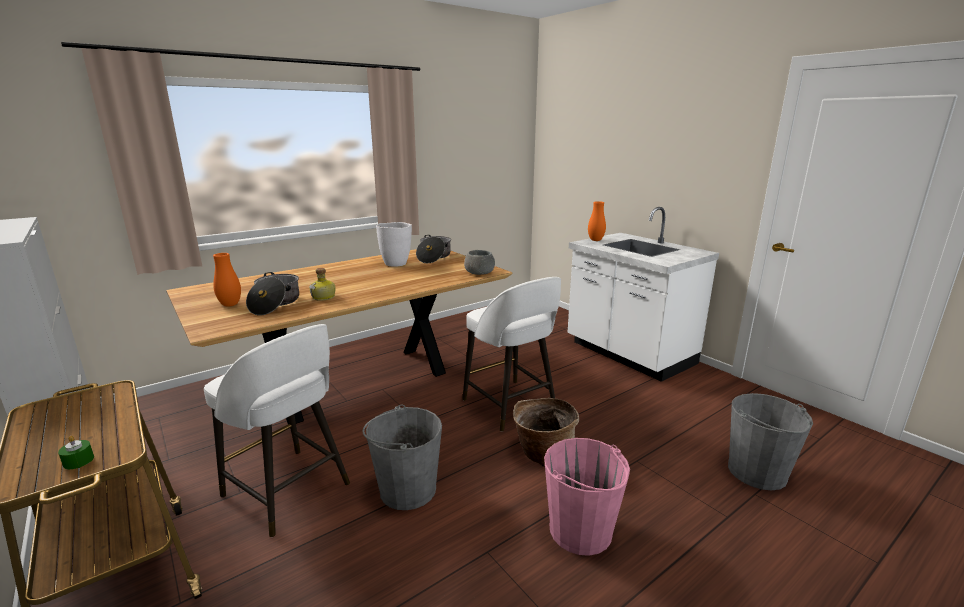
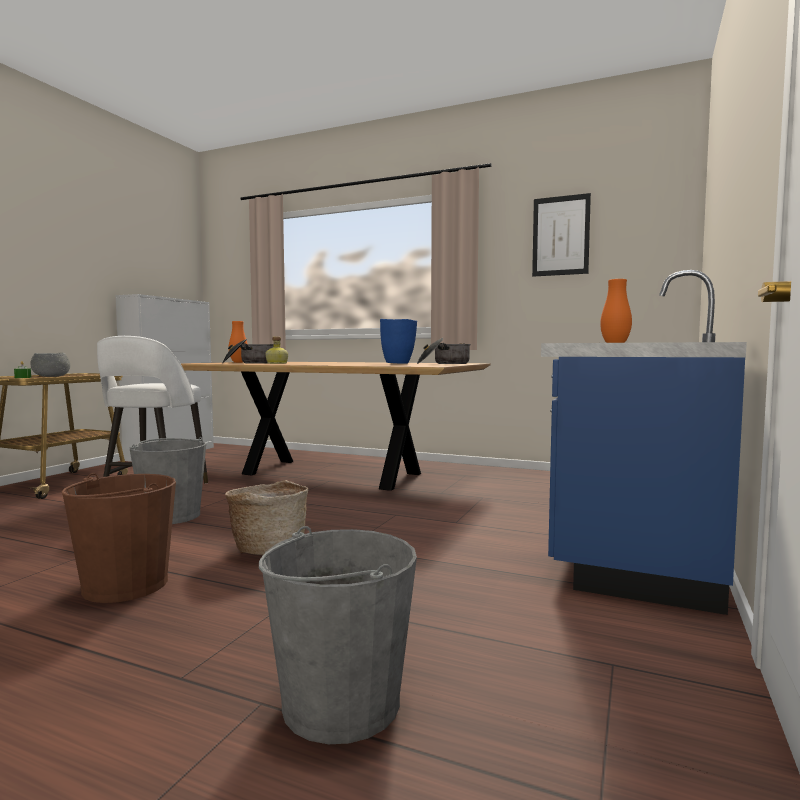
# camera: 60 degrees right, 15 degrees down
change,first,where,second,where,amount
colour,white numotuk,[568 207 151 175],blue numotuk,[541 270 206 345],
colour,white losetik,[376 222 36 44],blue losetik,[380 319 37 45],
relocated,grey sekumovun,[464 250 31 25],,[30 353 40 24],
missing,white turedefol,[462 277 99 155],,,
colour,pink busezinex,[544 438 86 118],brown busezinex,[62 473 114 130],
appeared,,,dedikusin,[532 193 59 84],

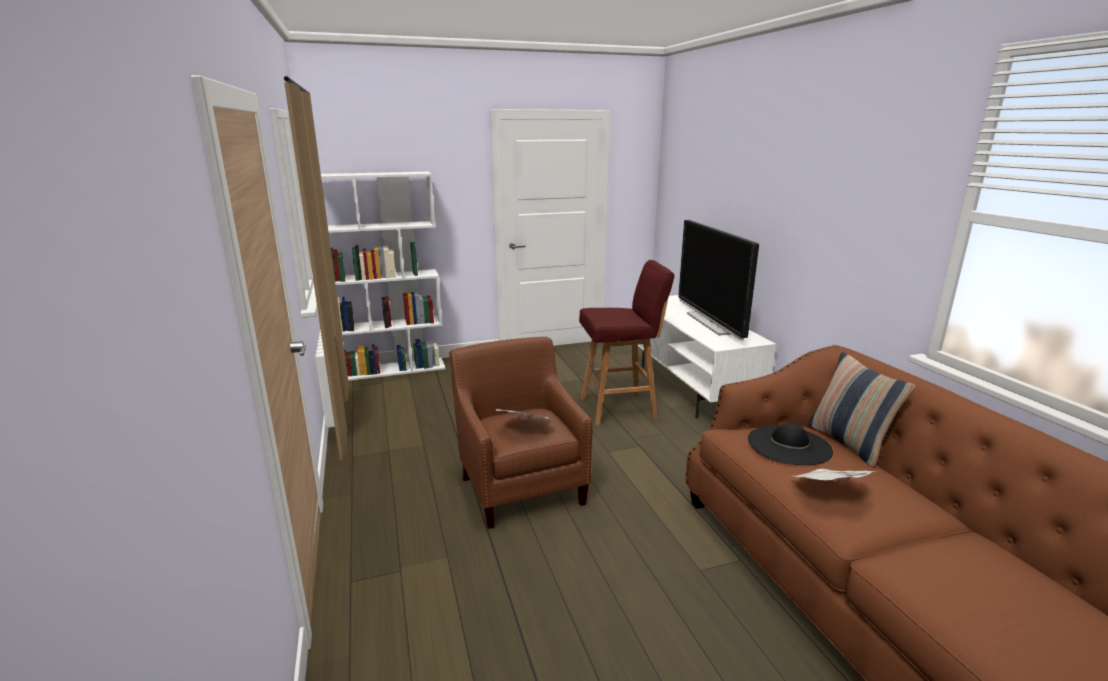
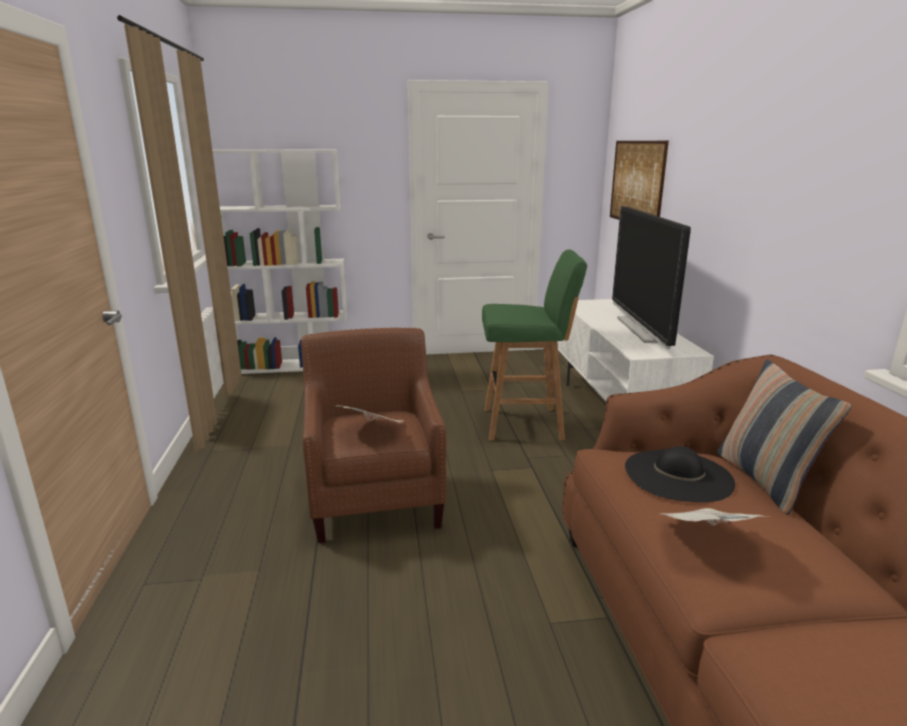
# camera: 10 degrees right, 0 degrees up
change,first,where,second,where,amount
colour,red turedefol,[579 260 96 166],green turedefol,[482 249 105 191],
appeared,,,dedikusin,[610 141 59 79],

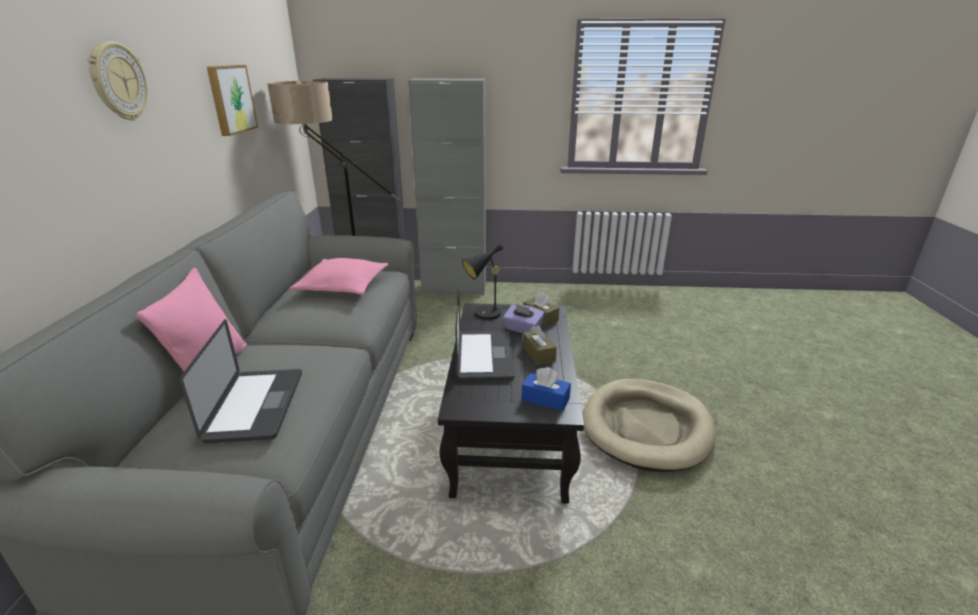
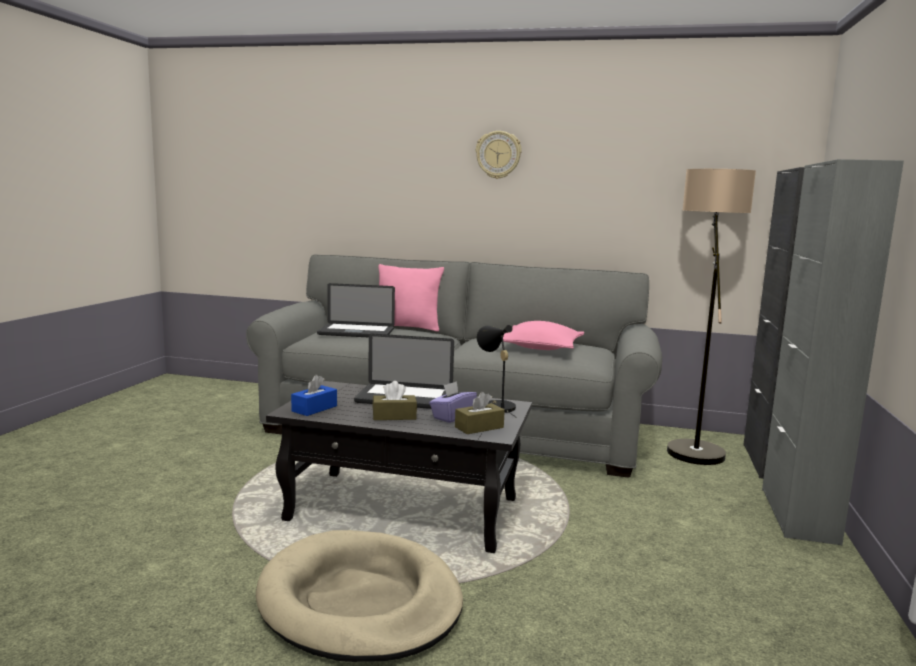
# camera: 100 degrees right, 15 degrees down
change,first,where,second,where,amount
missing,dedikusin,[207 65 51 71],,,

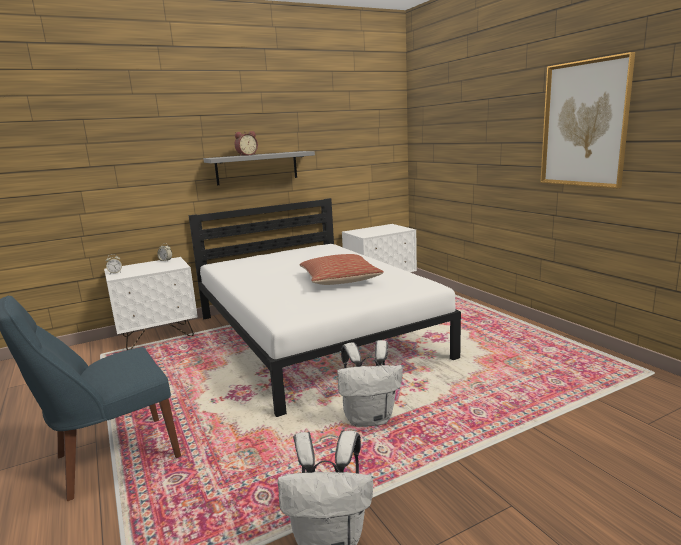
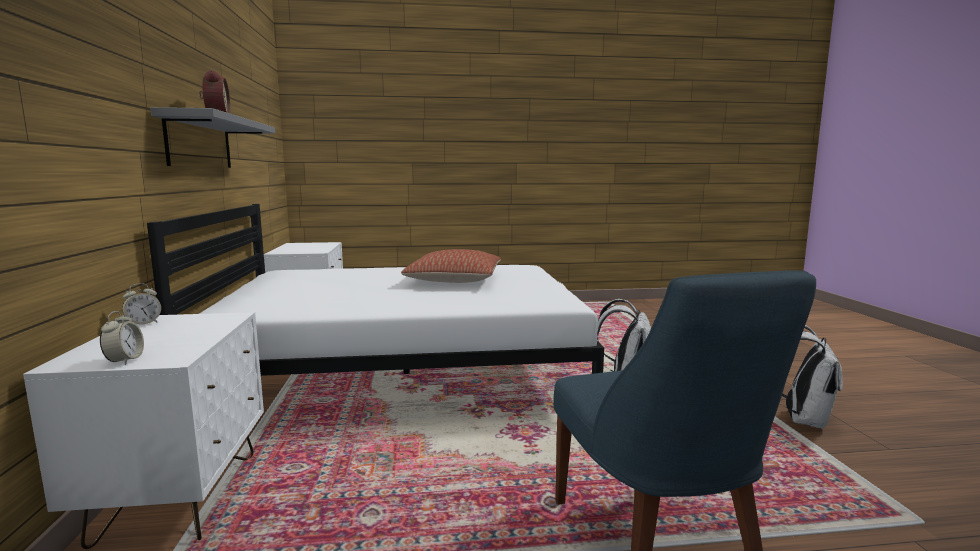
# camera: 70 degrees left, 5 degrees down
change,first,where,second,where,amount
missing,dedikusin,[540 52 95 136],,,

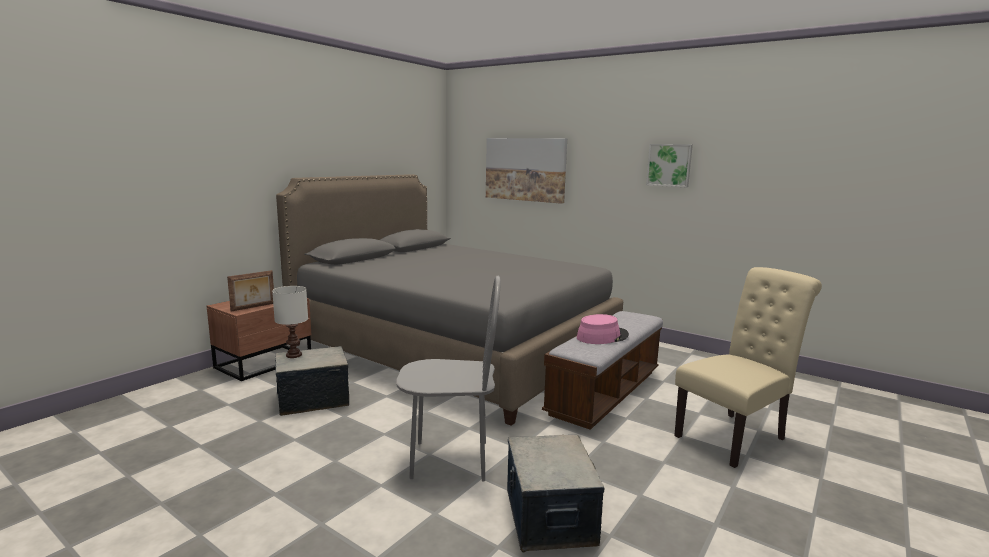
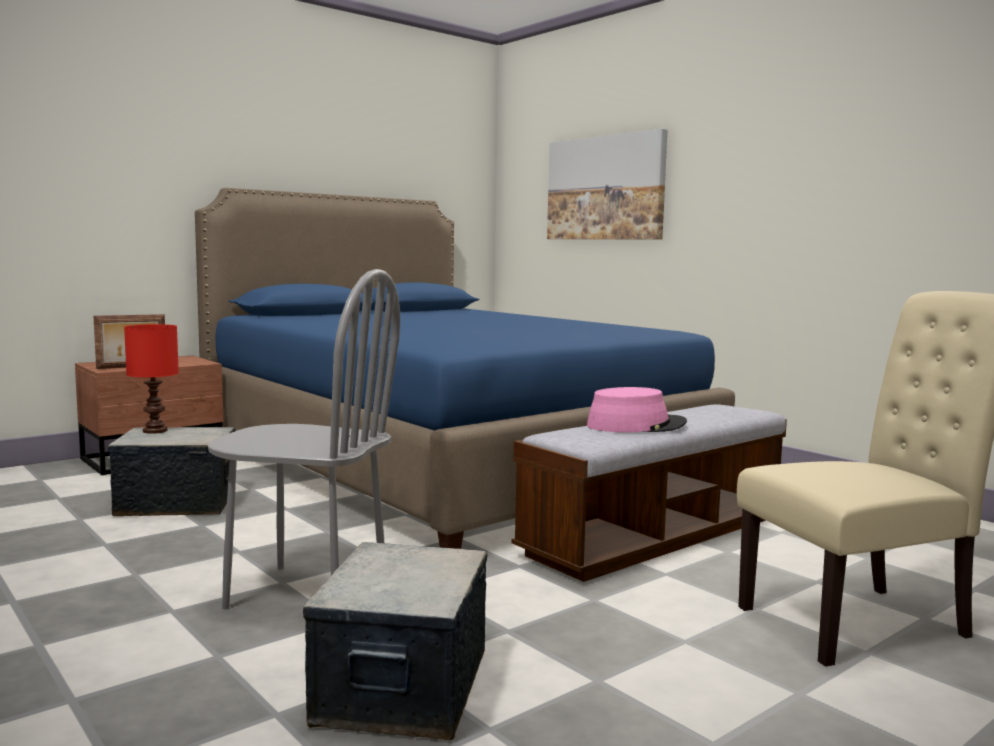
# camera: 15 degrees right, 5 degrees down
change,first,where,second,where,amount
missing,dedikusin,[646 144 47 43],,,
colour,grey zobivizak,[276 174 347 252],blue zobivizak,[195 188 540 361],
colour,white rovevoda,[272 286 36 72],red rovevoda,[124 324 55 110],

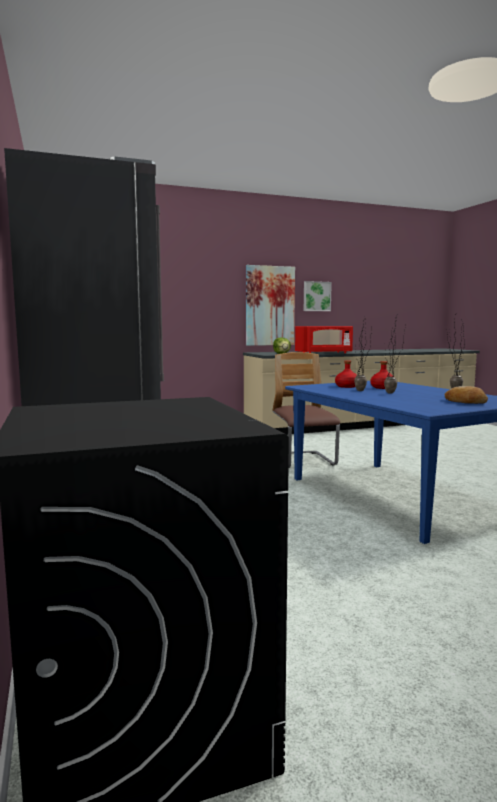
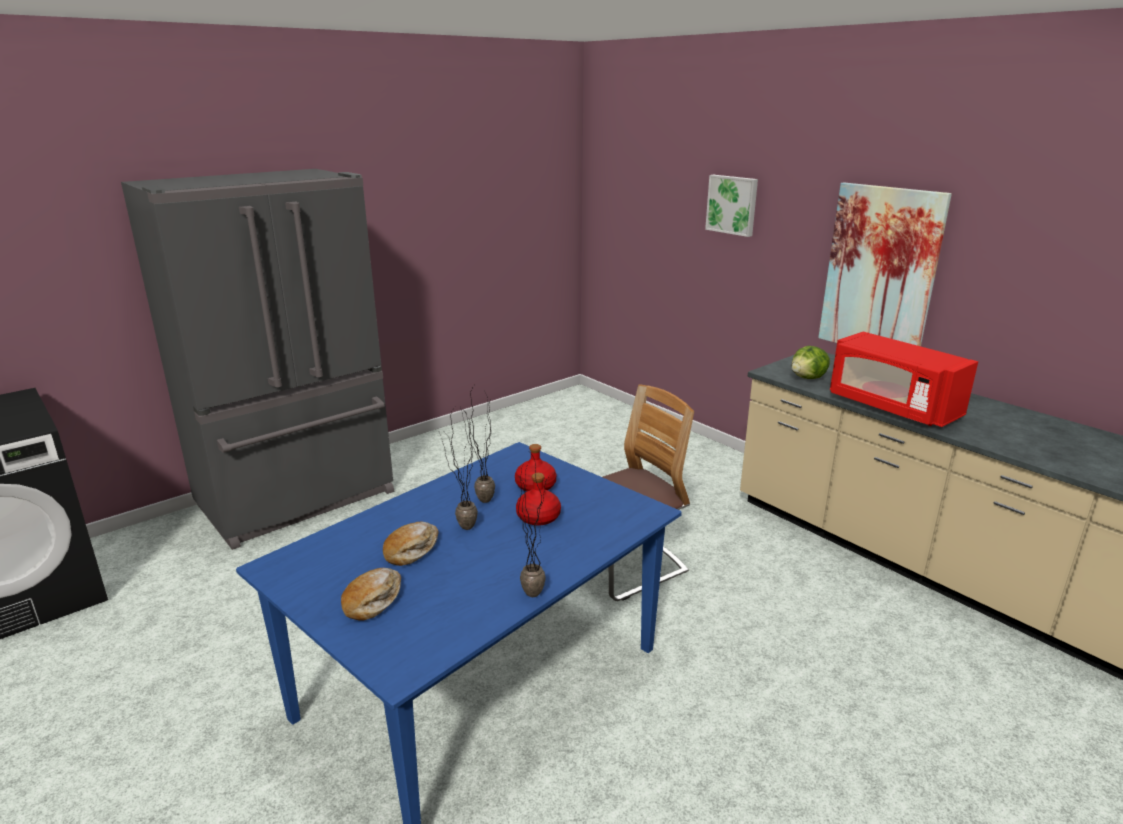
# camera: 70 degrees right, 15 degrees up
change,first,where,second,where,amount
relocated,dedikusin,[304 281 28 30],,[705 175 53 62],
appeared,,,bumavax,[383 522 56 44],

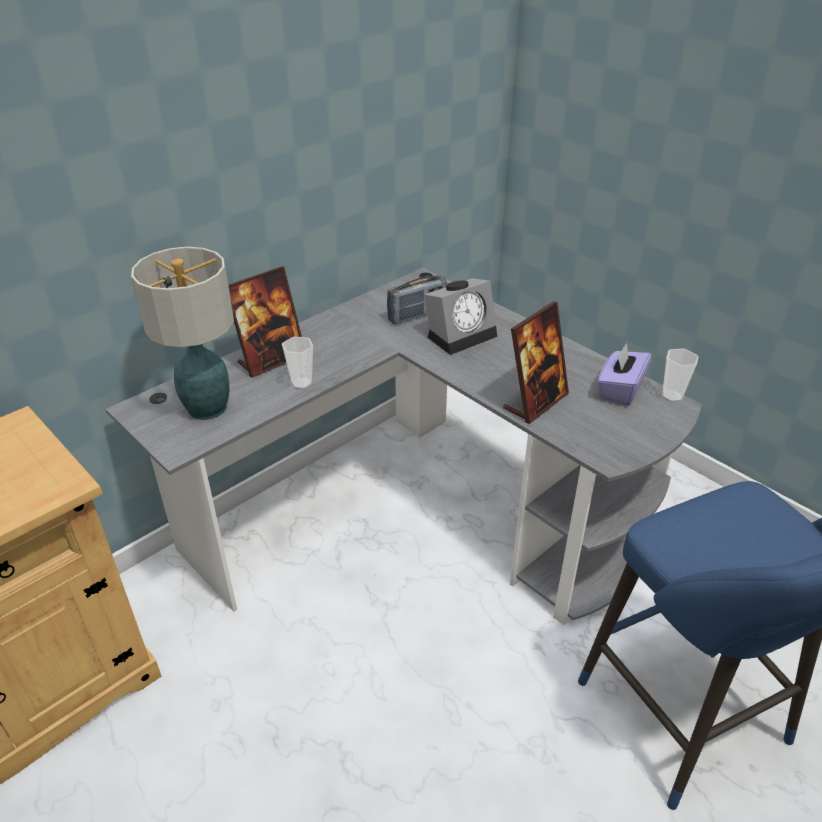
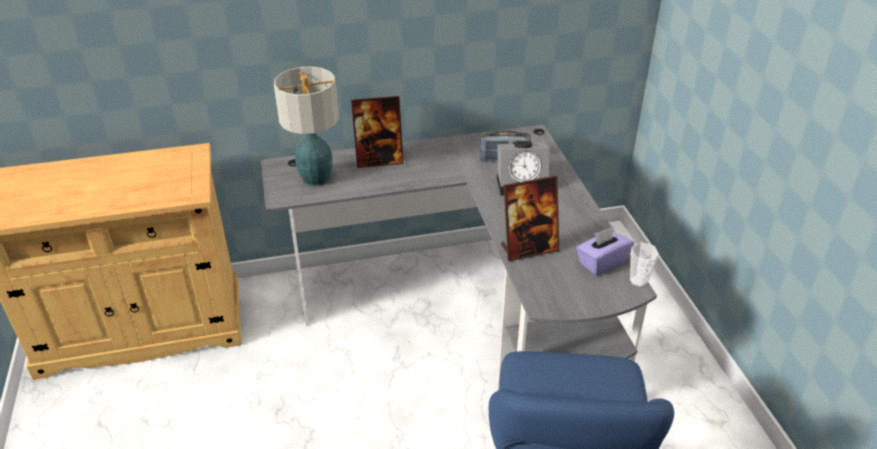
# camera: 30 degrees right, 0 degrees up
change,first,where,second,where,amount
missing,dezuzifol,[282 337 31 52],,,

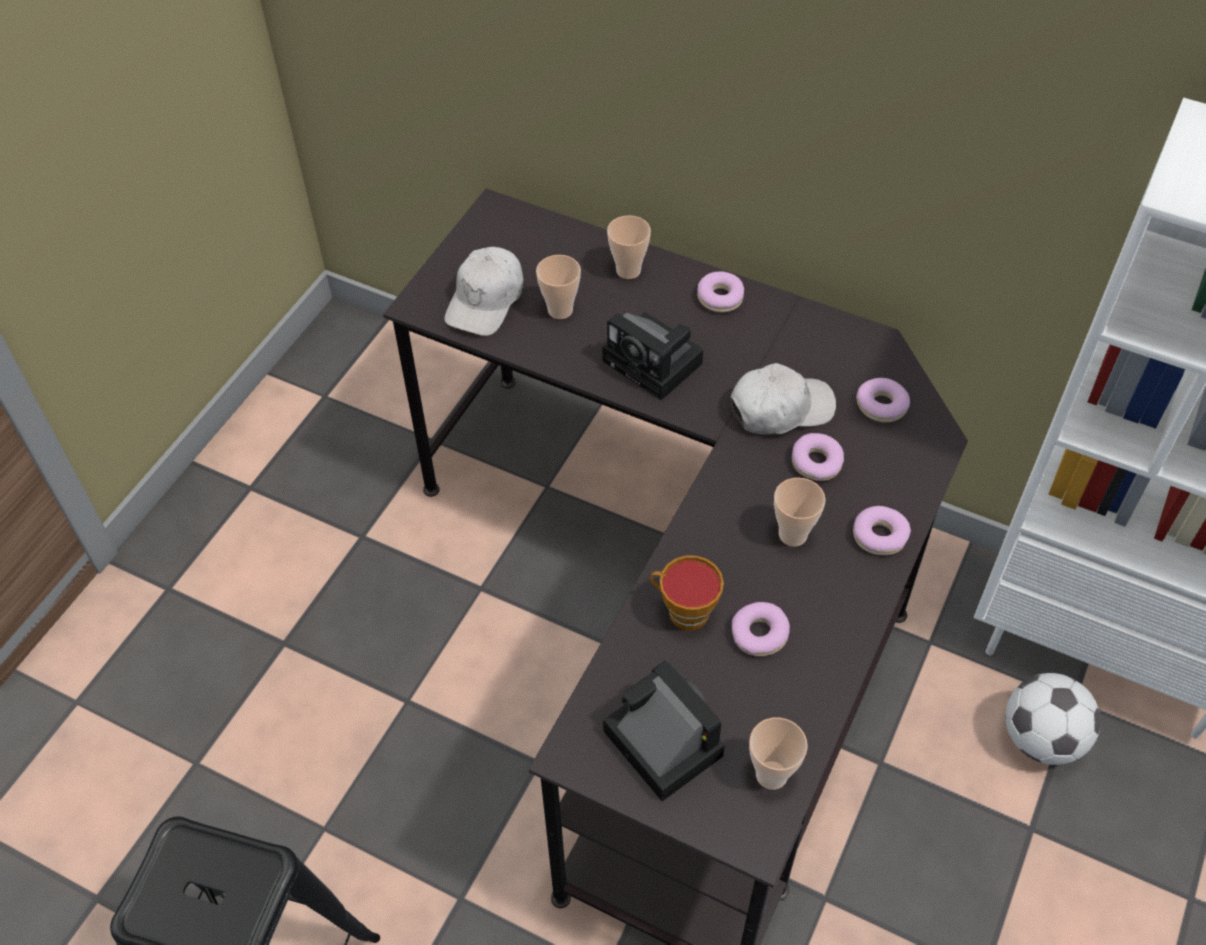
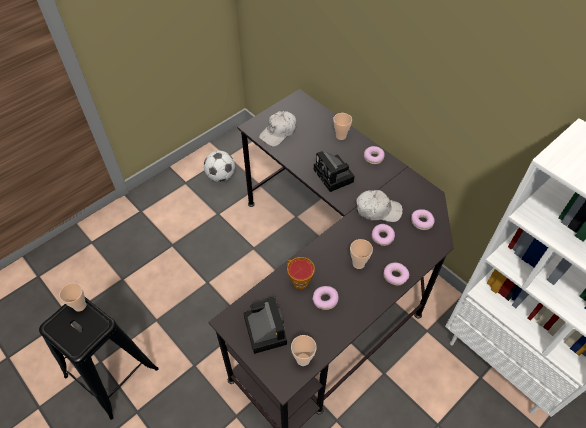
# camera: 20 degrees right, 0 degrees up
change,first,where,second,where,amount
relocated,dezuzifol,[536 255 45 64],,[59 283 27 29],
relocated,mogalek,[1005 673 96 92],,[204 151 31 31],

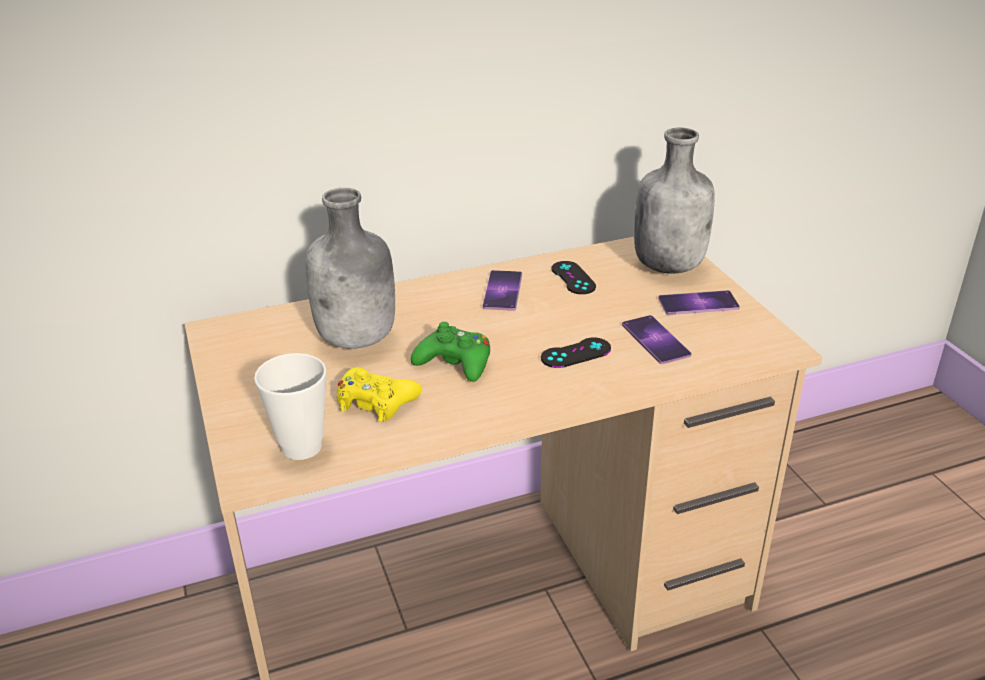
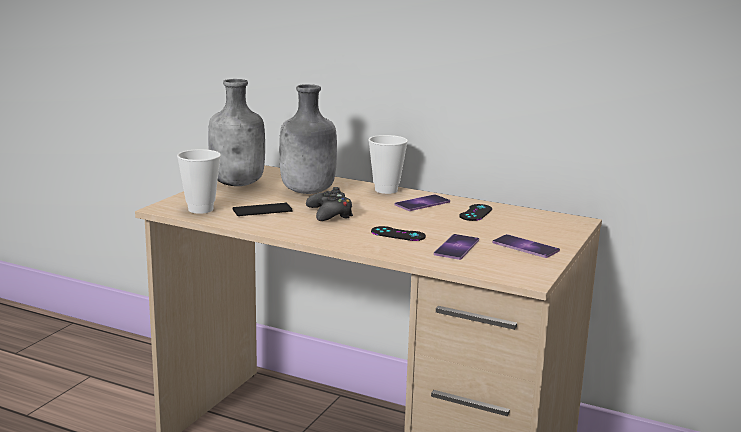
# camera: 45 degrees right, 15 degrees down
change,first,where,second,where,amount
relocated,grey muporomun,[634 128 81 146],,[208 79 57 107],
colour,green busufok,[411 322 79 60],black busufok,[306 187 47 34],
exchanged,yellow busufok,[337 367 85 55],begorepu,[233 203 60 13],
appeared,,,dezuzifol,[368 135 40 59],

